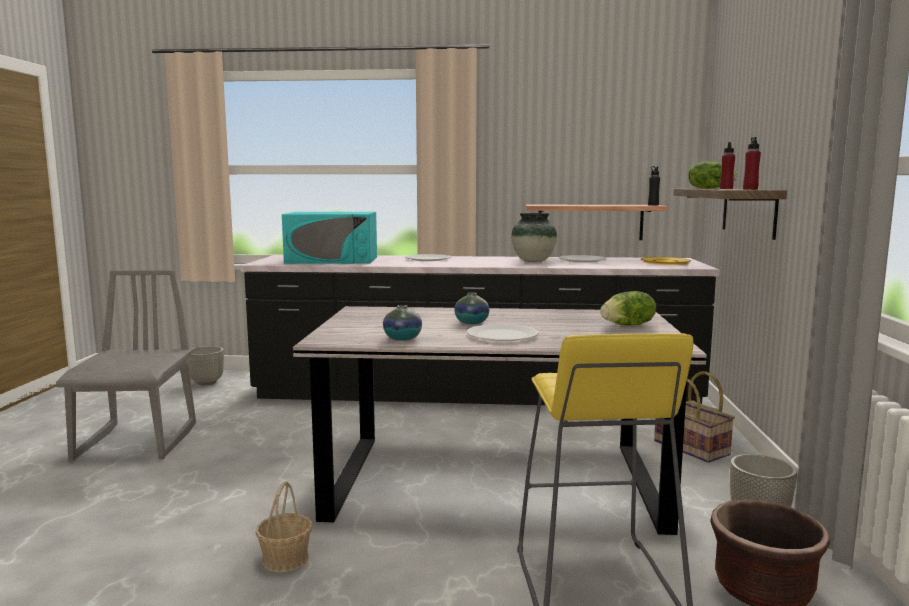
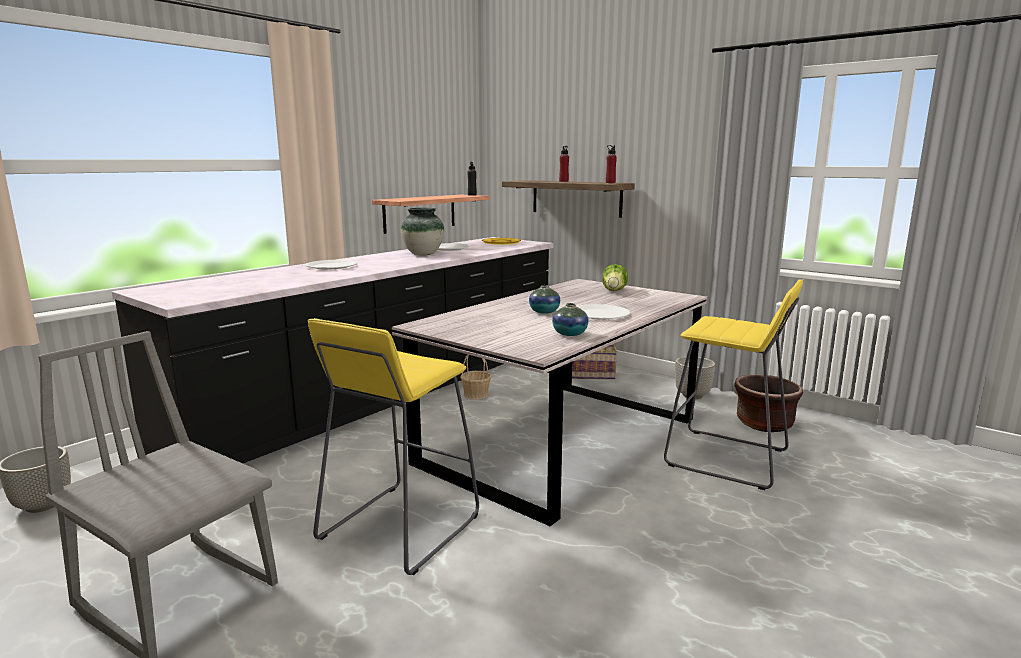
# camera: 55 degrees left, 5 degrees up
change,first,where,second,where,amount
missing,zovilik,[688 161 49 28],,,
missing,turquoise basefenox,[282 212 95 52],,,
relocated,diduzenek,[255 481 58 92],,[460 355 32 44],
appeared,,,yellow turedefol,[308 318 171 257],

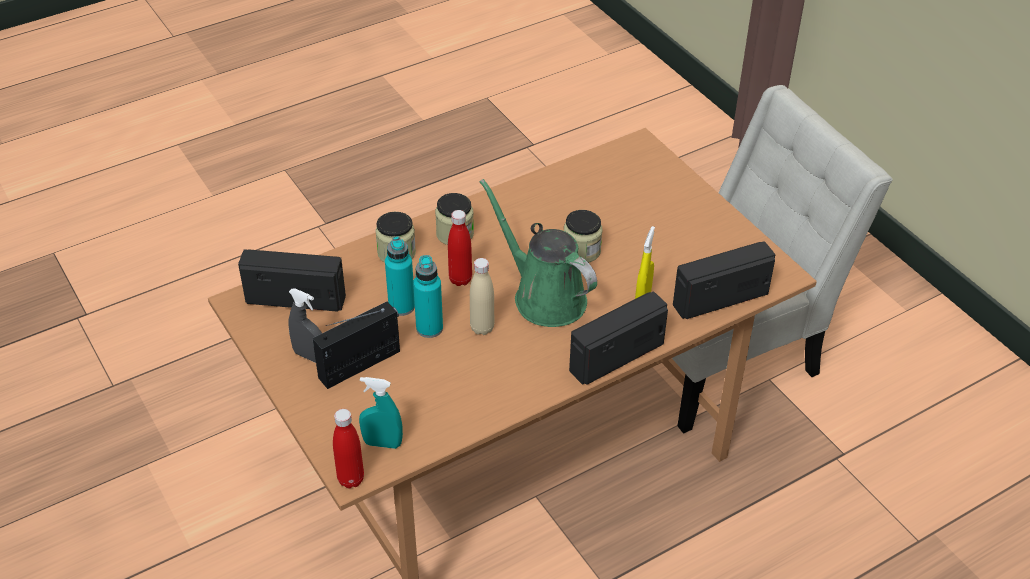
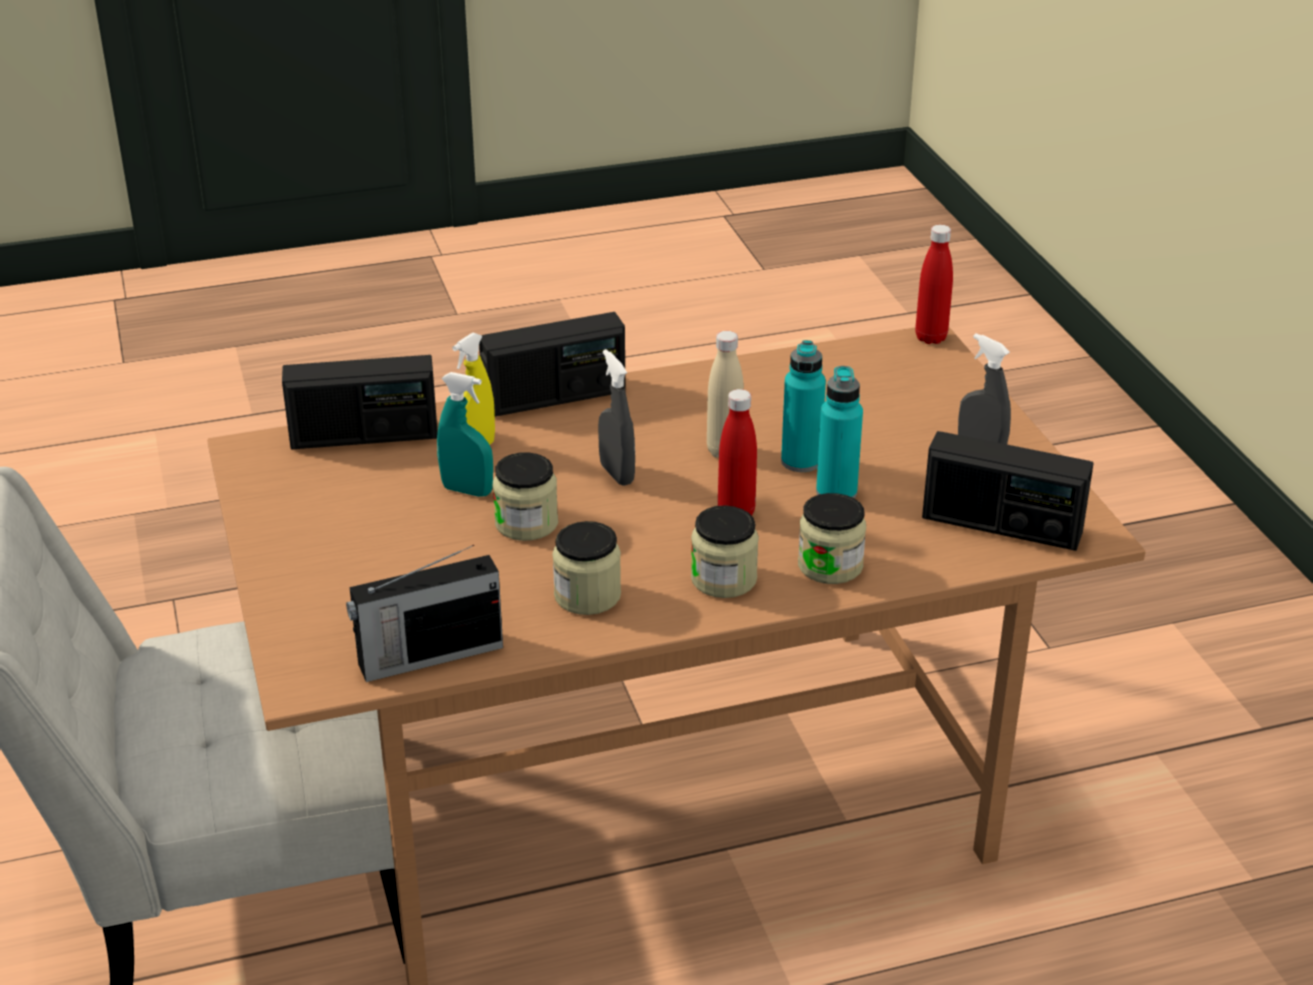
# camera: 165 degrees left, 10 degrees down
change,first,where,second,where,amount
exchanged,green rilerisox,[480 179 117 148],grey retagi,[598 349 37 137],
relocated,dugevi,[312 302 88 87],,[346 545 157 137],
relocated,turquoise retagi,[359 377 44 72],,[437 372 56 125],
appeared,,,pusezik,[552 521 69 94],

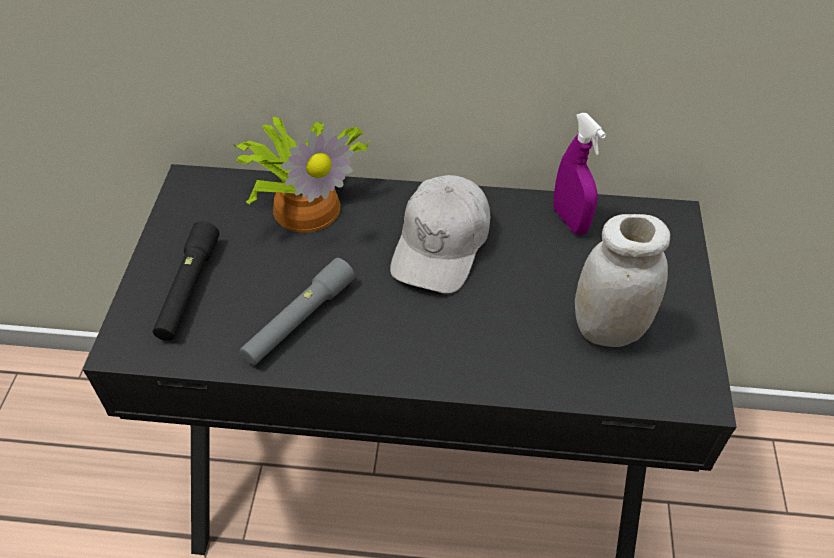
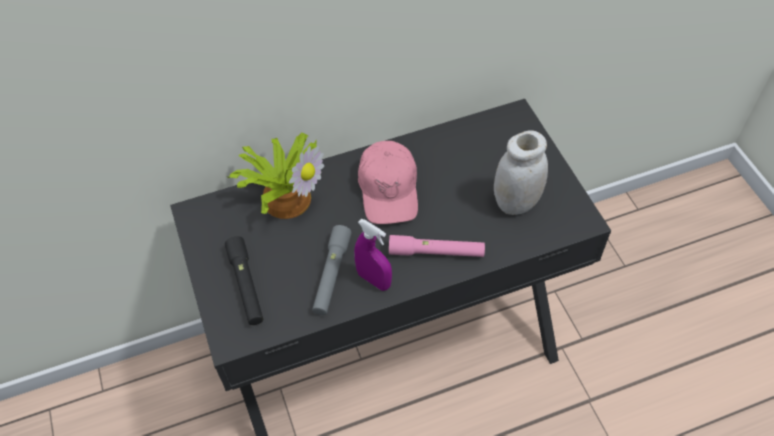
# camera: 25 degrees left, 5 degrees up
change,first,where,second,where,amount
relocated,purple retagi,[553 113 53 122],,[354 219 38 72],
colour,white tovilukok,[390 175 100 119],pink tovilukok,[358 141 60 83],
appeared,,,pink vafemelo,[389 235 96 22],

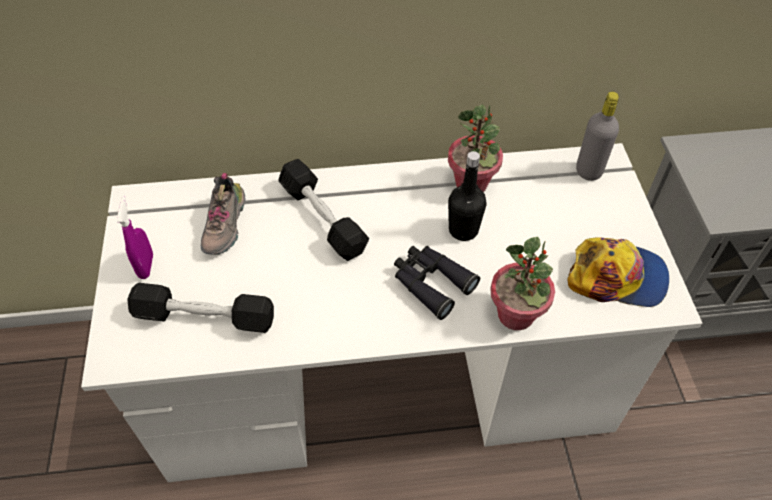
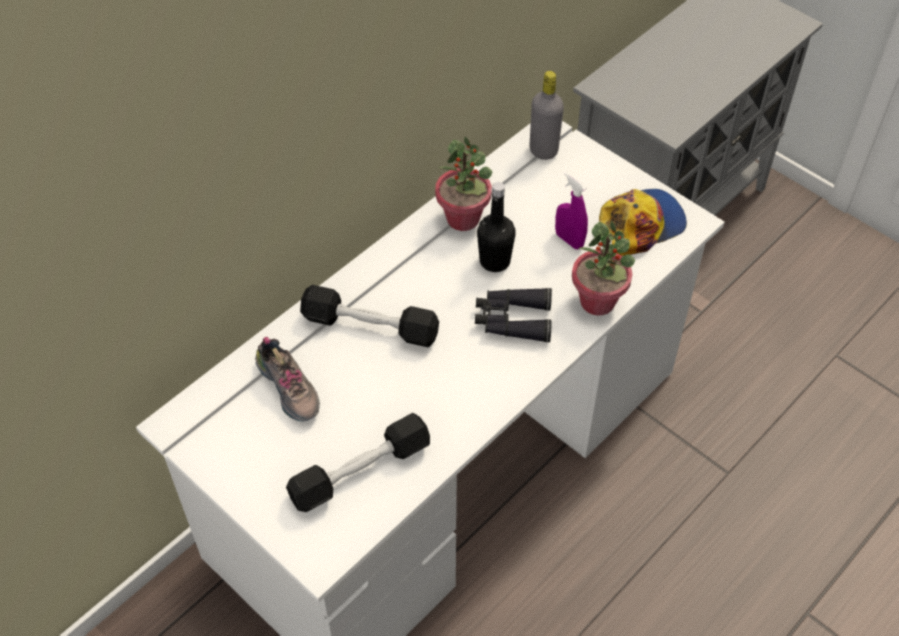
# camera: 40 degrees left, 0 degrees up
change,first,where,second,where,amount
relocated,purple retagi,[117 197 36 82],,[555 172 33 77],

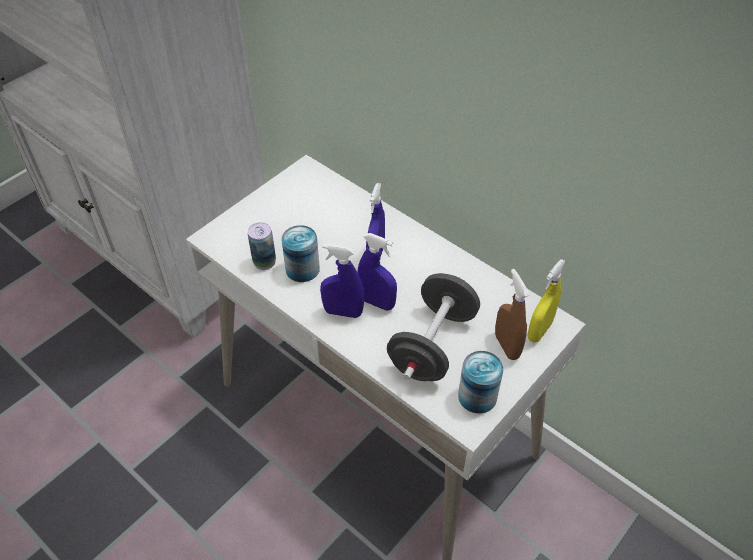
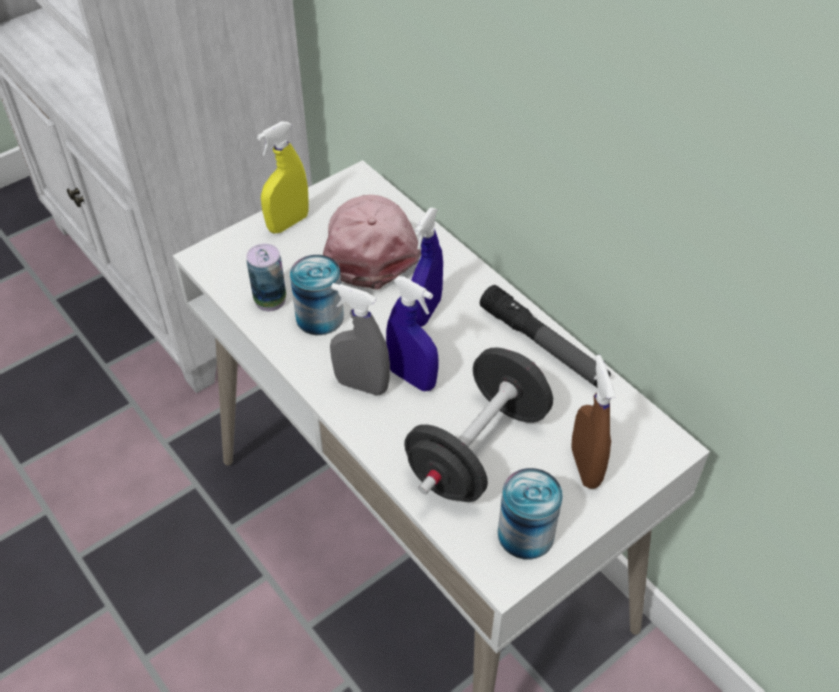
# camera: 10 degrees right, 0 degrees up
change,first,where,second,where,amount
colour,blue retagi,[320 244 44 74],grey retagi,[330 283 60 113],
relocated,yellow retagi,[528 259 38 84],,[257 121 52 113],
appeared,,,pink tovilukok,[323 195 98 95],
appeared,,,vafemelo,[480 285 131 102],

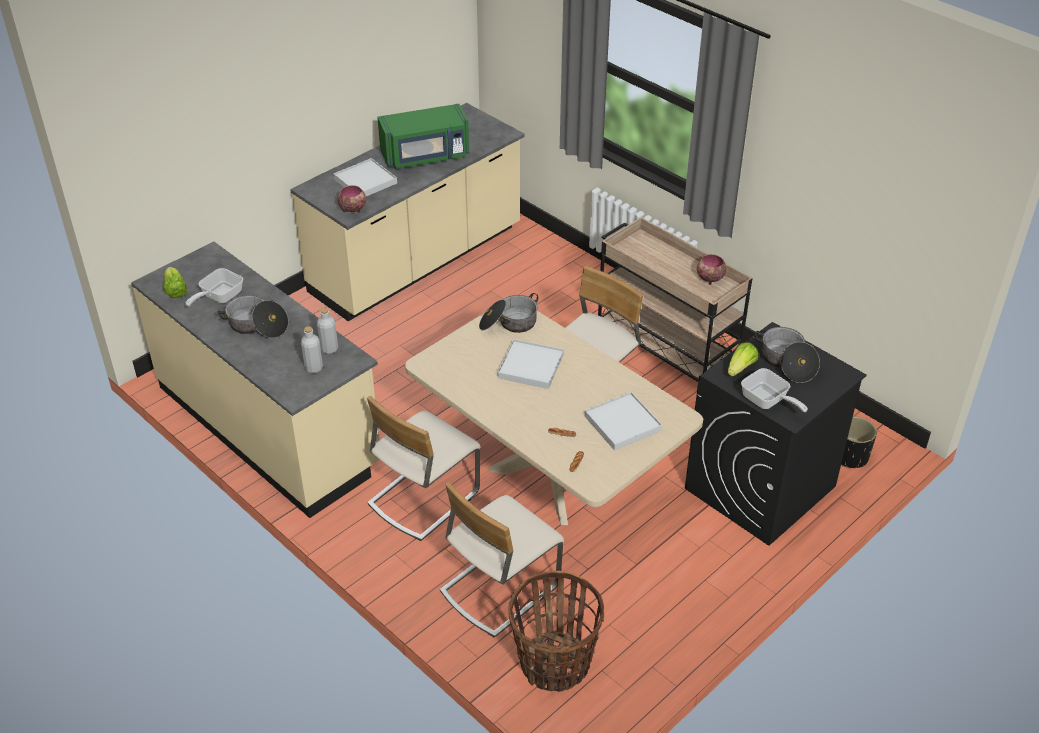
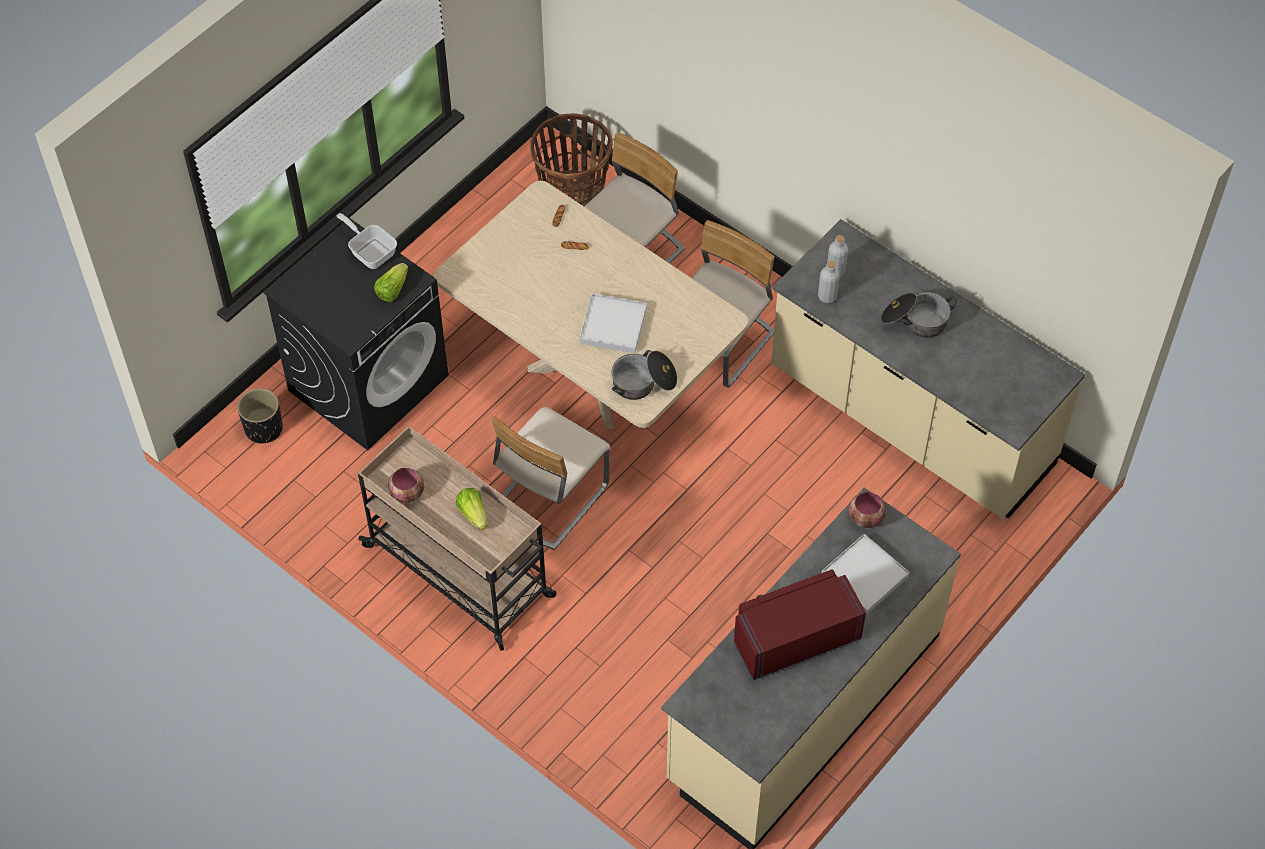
# camera: 175 degrees right, 15 degrees up
change,first,where,second,where,amount
colour,green basefenox,[378 104 91 65],red basefenox,[734 569 132 111],
relocated,zovilik,[164 267 23 31],,[456 488 31 42],
missing,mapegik,[186 268 57 38],,,
missing,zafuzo,[755 327 65 56],,,
missing,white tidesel,[584 392 78 59],,,

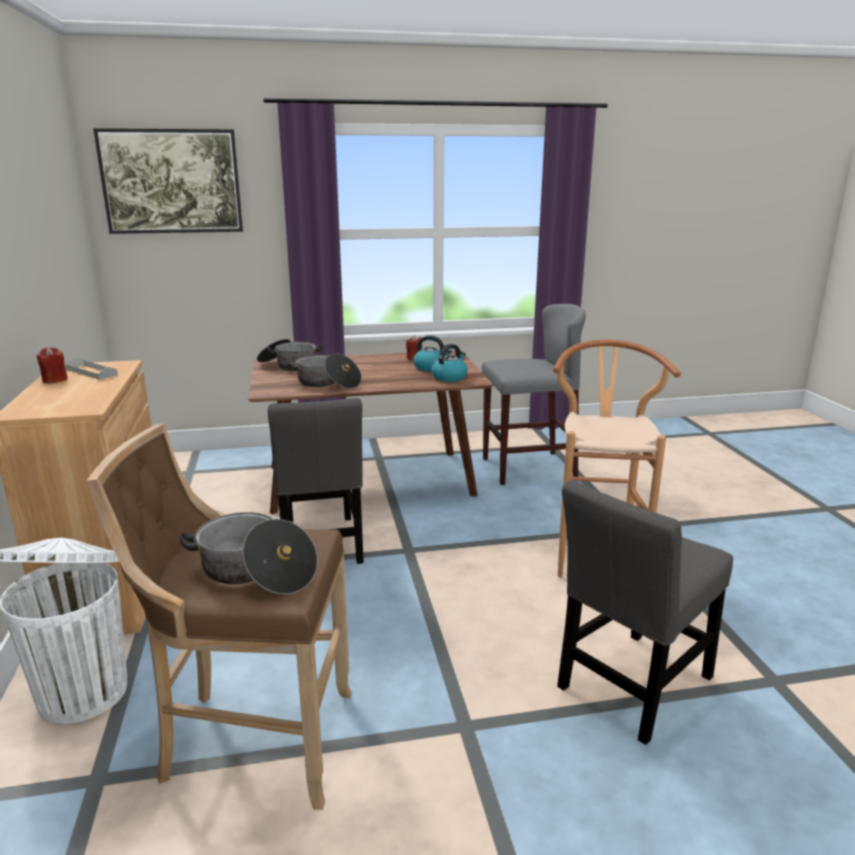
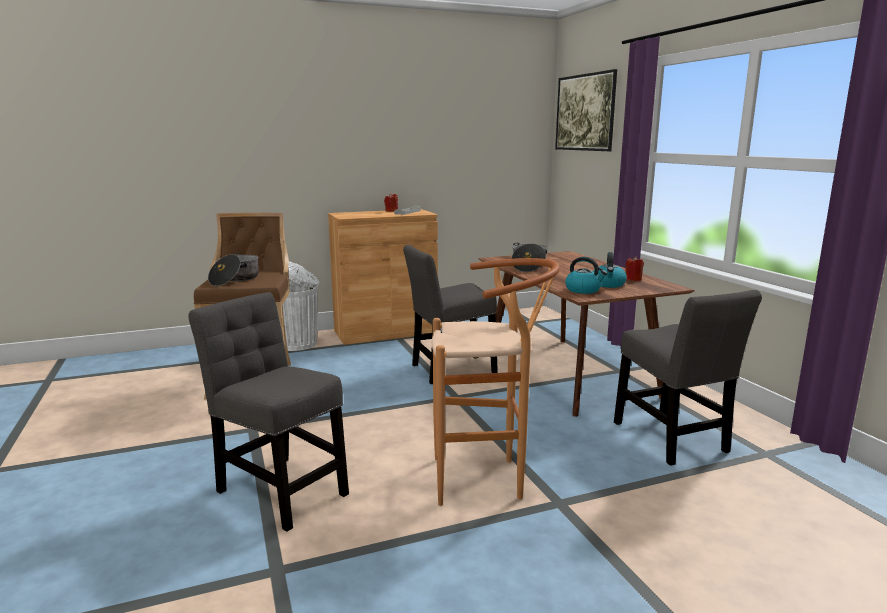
# camera: 80 degrees right, 5 degrees down
change,first,where,second,where,amount
exchanged,grey turedefol,[482 304 104 181],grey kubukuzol,[614 290 148 176],
missing,zafuzo,[257 339 66 32],,,

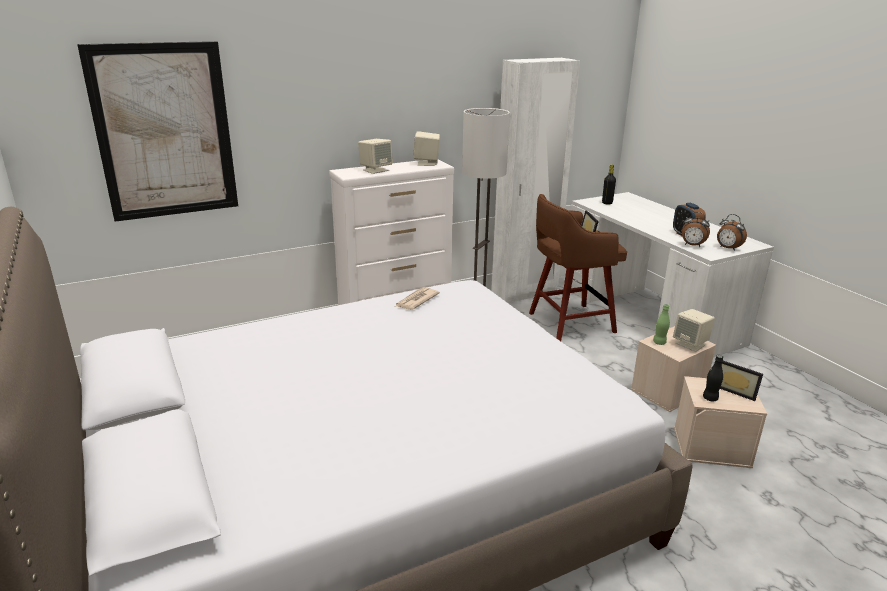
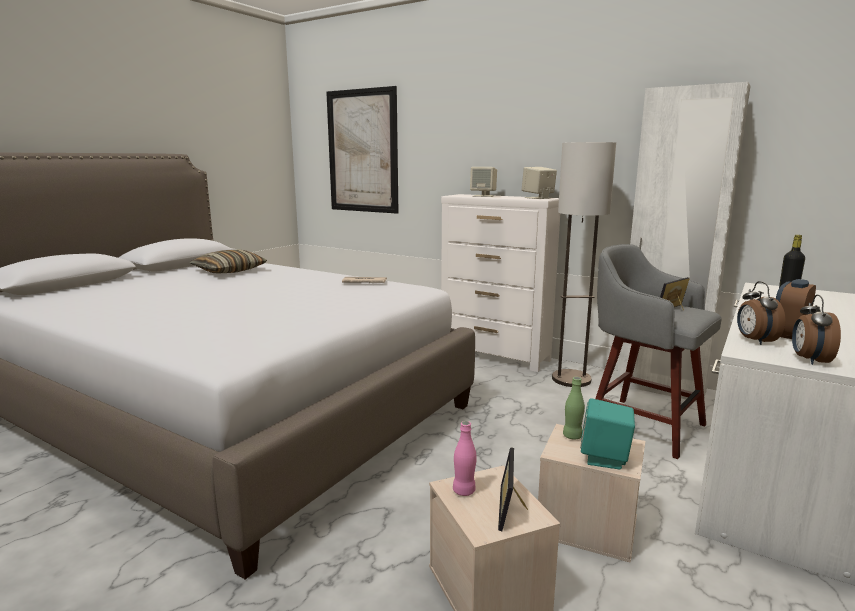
# camera: 60 degrees right, 10 degrees down
change,first,where,second,where,amount
colour,brown turedefol,[529 194 98 147],grey turedefol,[595 244 127 215],
colour,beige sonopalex,[673 309 42 43],turquoise sonopalex,[580 398 55 71],
colour,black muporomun,[703 355 20 46],pink muporomun,[453 421 24 75],
appeared,,,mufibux,[190 249 77 24],

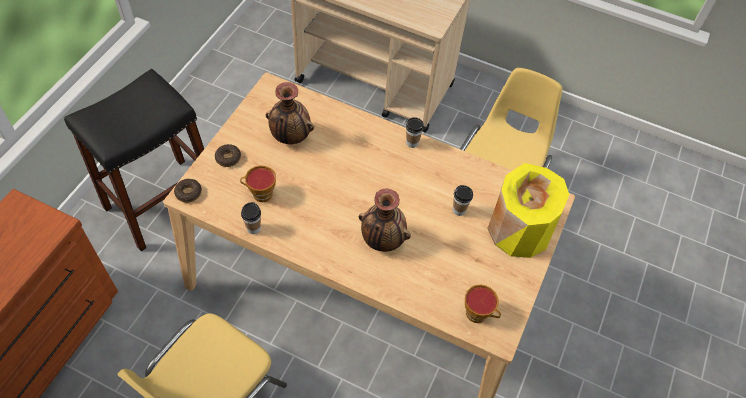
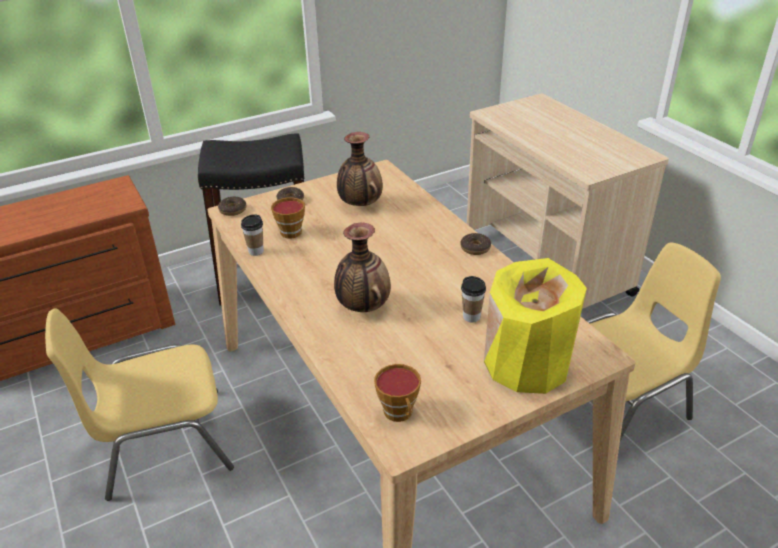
# camera: 40 degrees right, 20 degrees down
change,first,where,second,where,amount
exchanged,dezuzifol,[406 117 18 31],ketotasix,[461 233 30 22],

